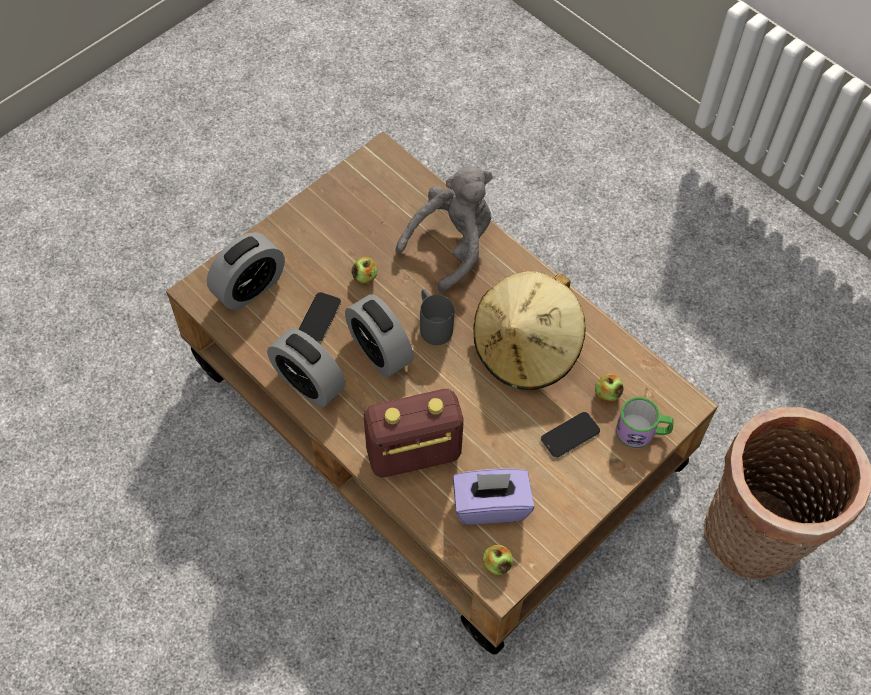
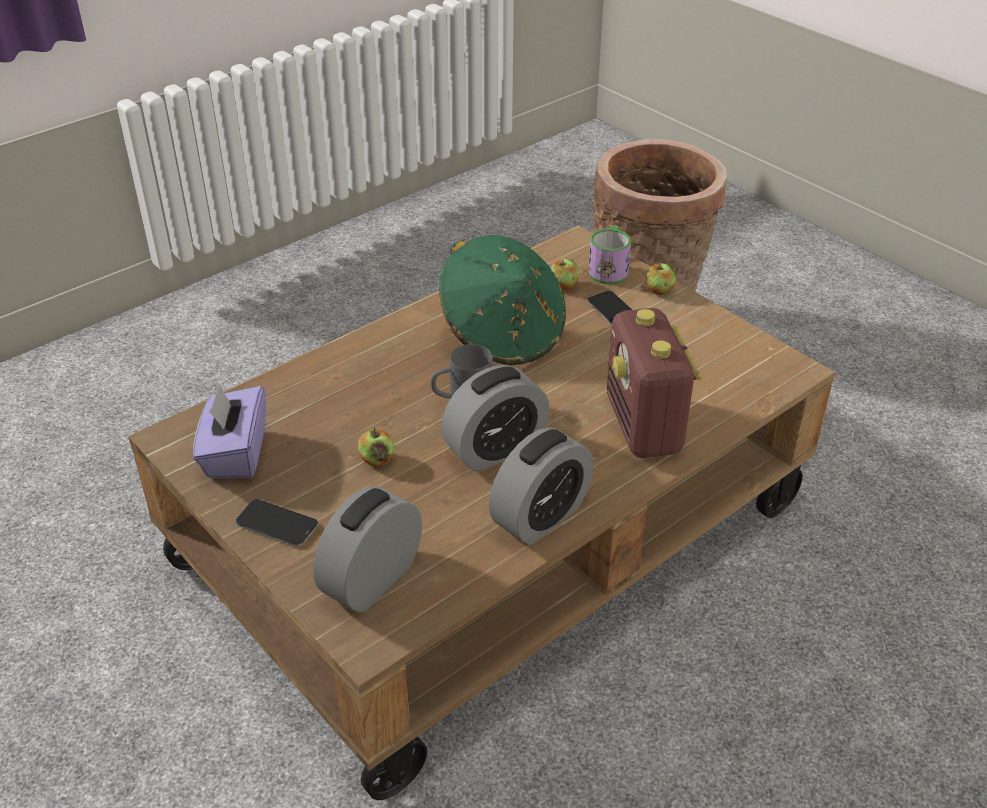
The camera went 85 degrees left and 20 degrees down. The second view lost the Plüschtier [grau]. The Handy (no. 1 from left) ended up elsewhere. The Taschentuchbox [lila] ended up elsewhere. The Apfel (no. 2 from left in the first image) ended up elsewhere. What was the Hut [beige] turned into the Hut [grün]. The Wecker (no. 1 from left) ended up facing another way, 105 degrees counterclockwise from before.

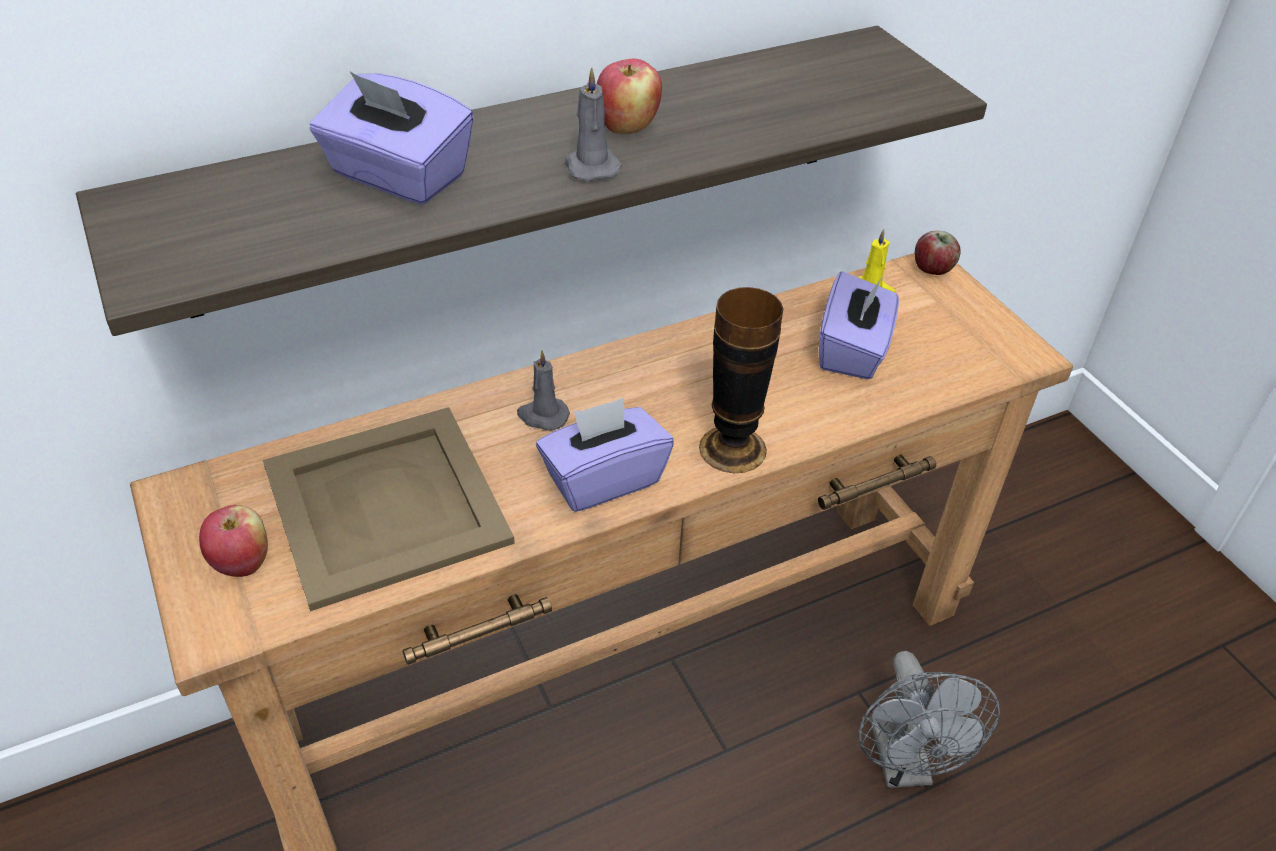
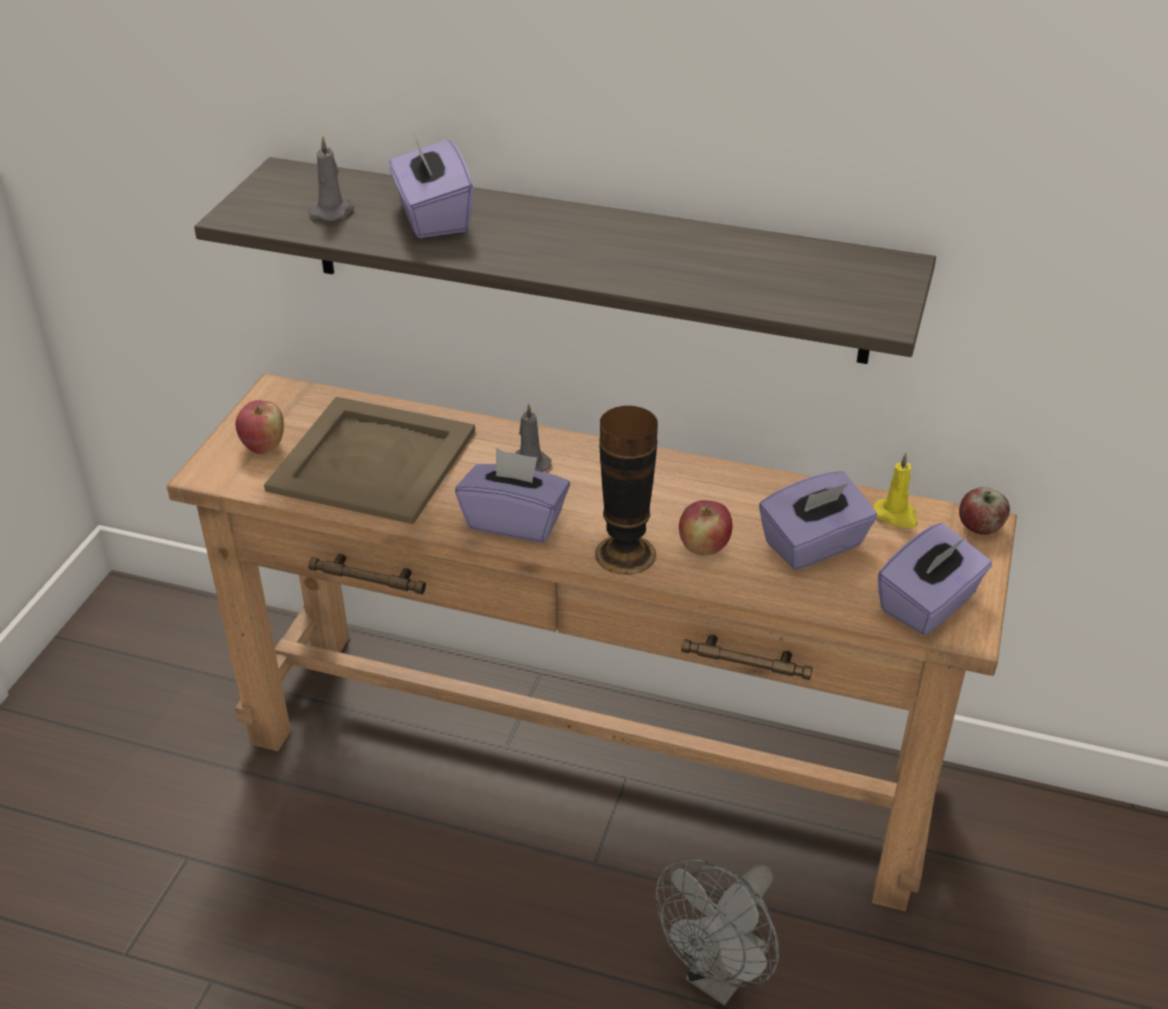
The camera went 45 degrees right and 5 degrees down. The second view gained the Taschentuchbox [lila] (no. 4 from left). The Kerze [grau] (no. 2 from left in the first image) ended up elsewhere. The Apfel (no. 2 from left) ended up elsewhere.

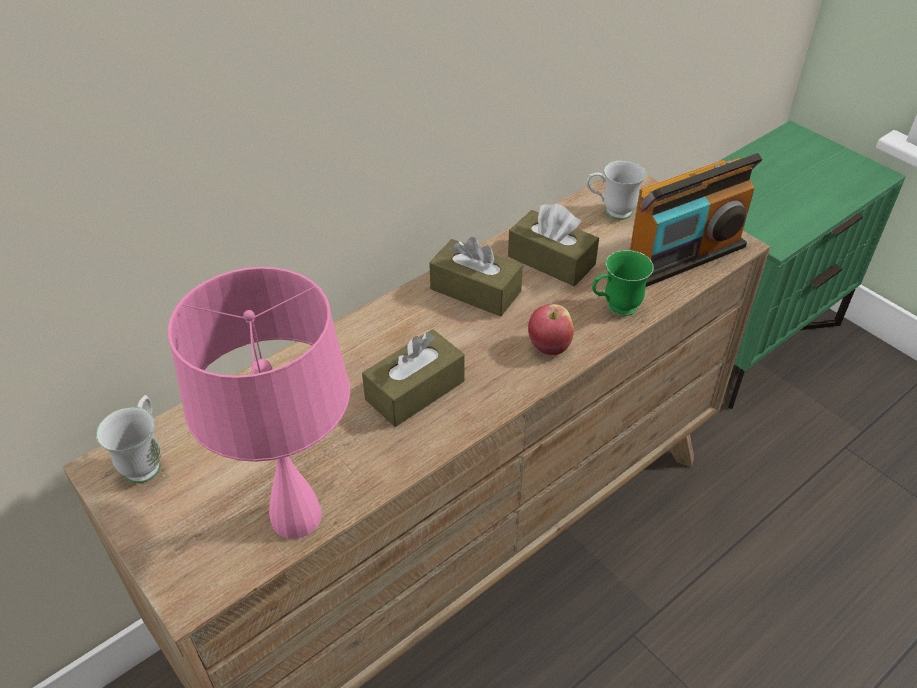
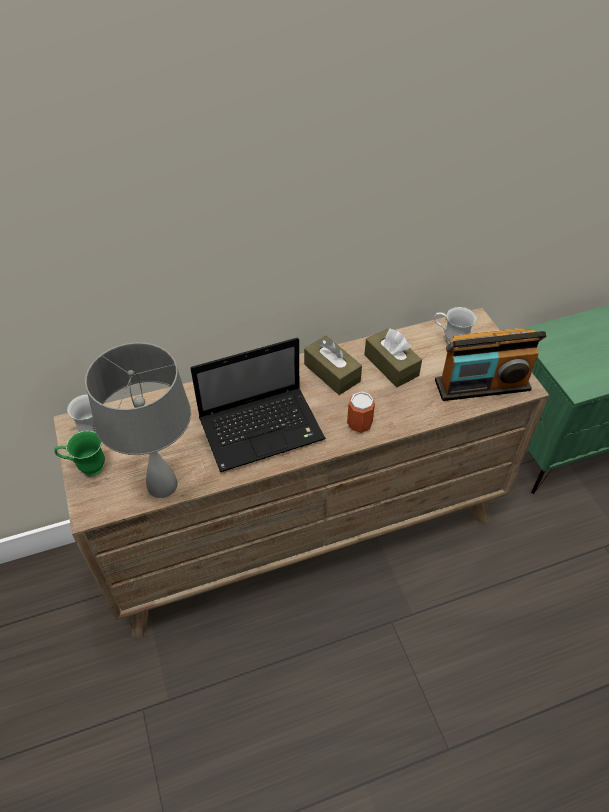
The camera went 20 degrees right and 5 degrees up. The Henkelbecher [grün] ended up elsewhere. Where the Taschentuchbox [braun] (no. 1 from left) stood, the Laptop came to stand. Where the Apfel stood, the Dose came to stand. What was the Tischlampe [rosa] turned into the Tischlampe [grau].

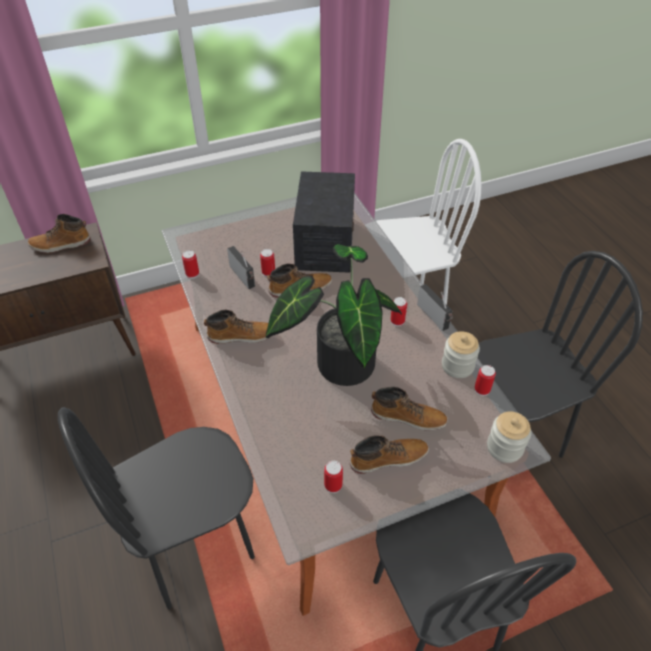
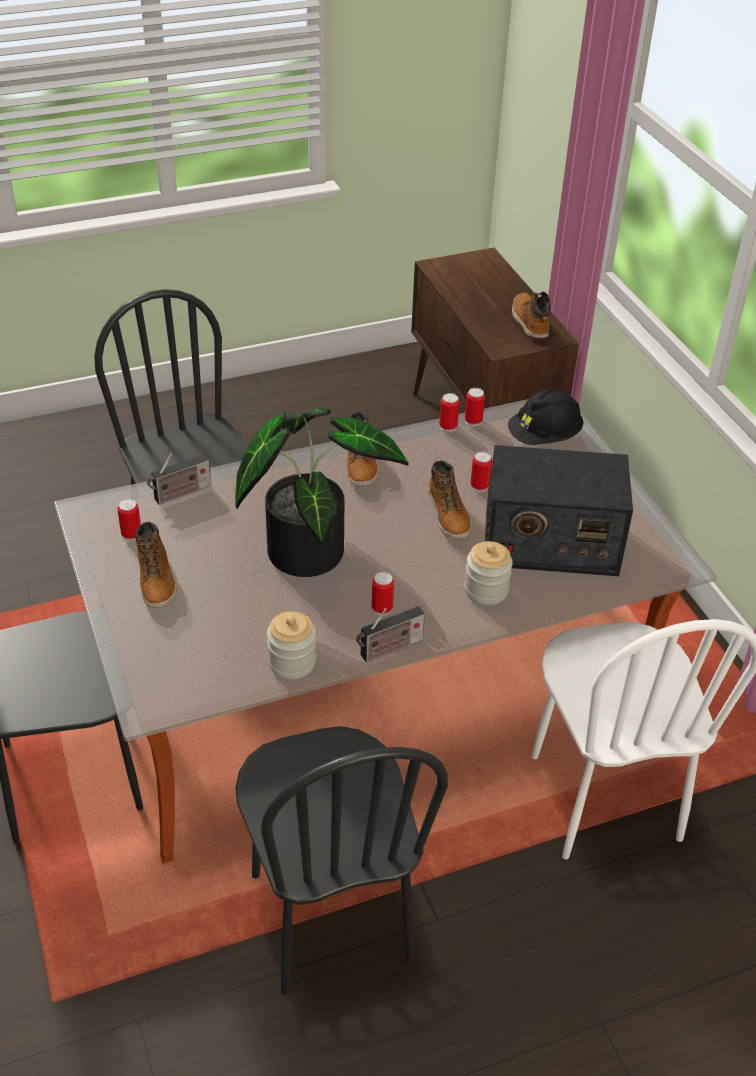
The camera went 90 degrees right and 5 degrees down. The second view lost the Stiefel (no. 5 from left). The second view gained the Schutzhelm [schwarz]. The Radio (no. 1 from left) ended up elsewhere. The Dose (no. 5 from left in the first image) ended up elsewhere. The Vorratsglas (no. 2 from left) ended up elsewhere.

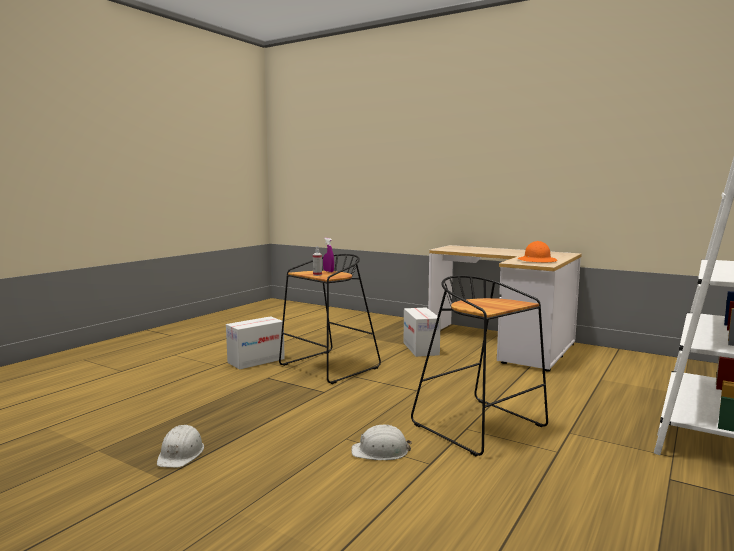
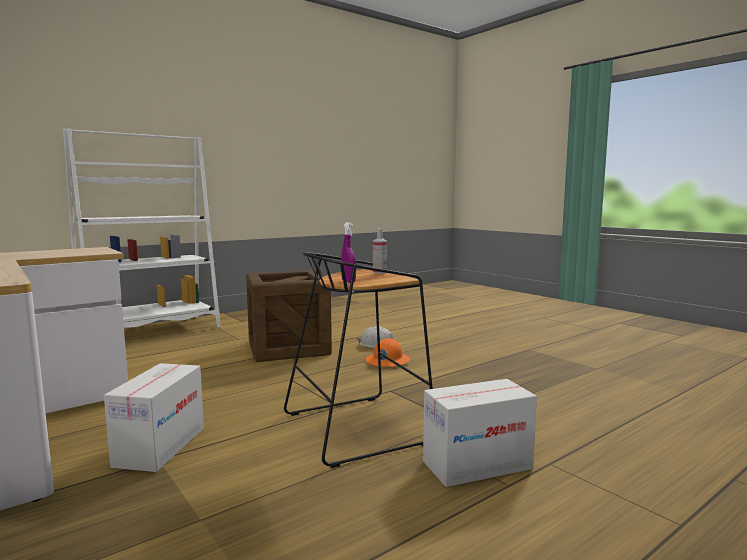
The camera went 160 degrees left and 0 degrees up. The second view lost the Schutzhelm [weiß] (no. 1 from left). The Schutzhelm [orange] ended up elsewhere. Where the Hocker [schwarz] (no. 2 from left) stood, the Kiste came to stand.

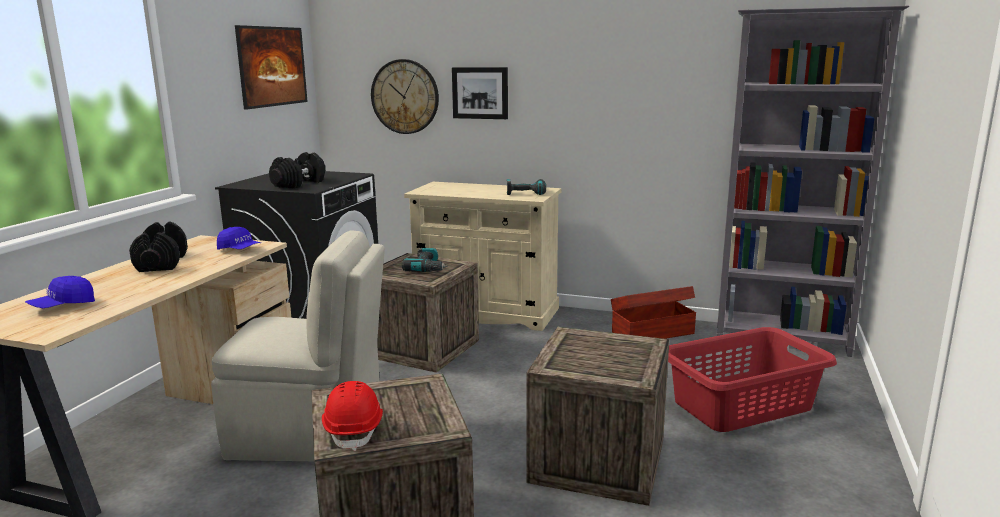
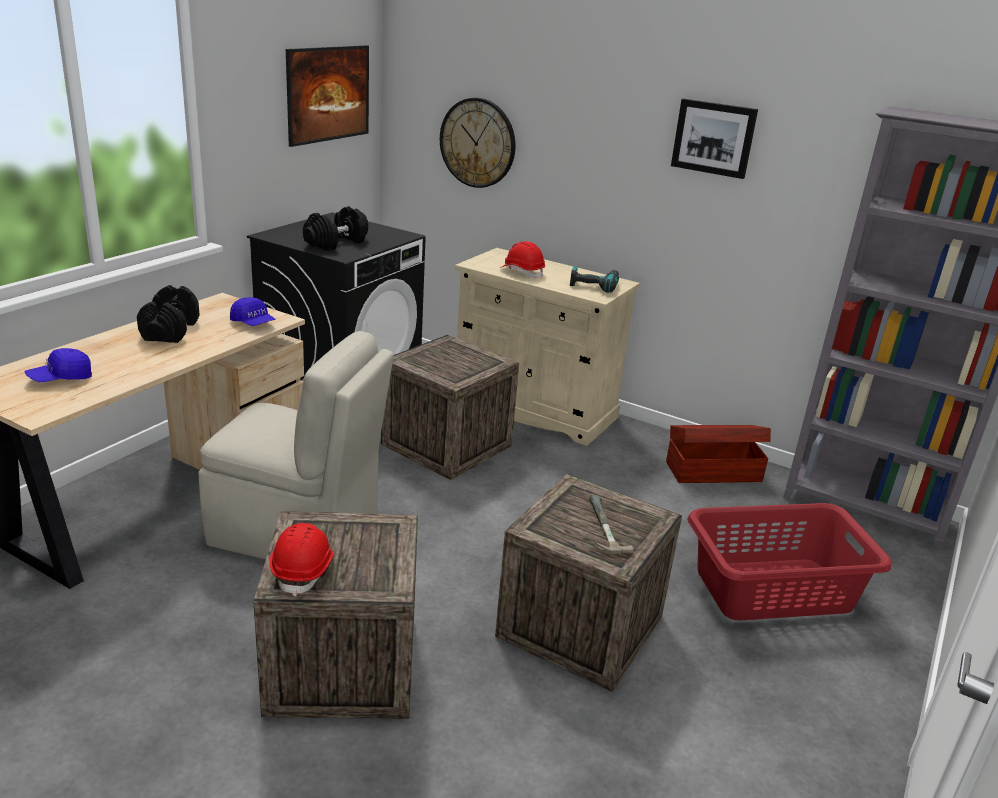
The camera went 10 degrees right and 10 degrees up. The second view lost the Bohrmaschine (no. 1 from left). The second view gained the Schutzhelm [rot] (no. 2 from left). The second view gained the Hammer. The Bild (no. 2 from left) ended up elsewhere.

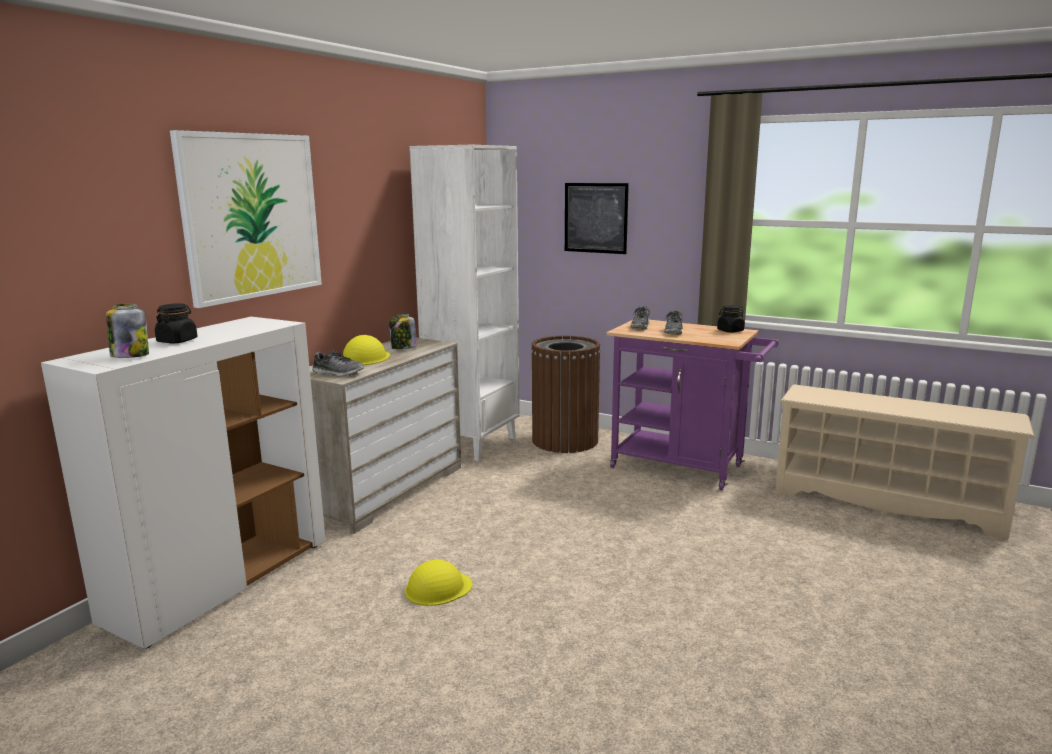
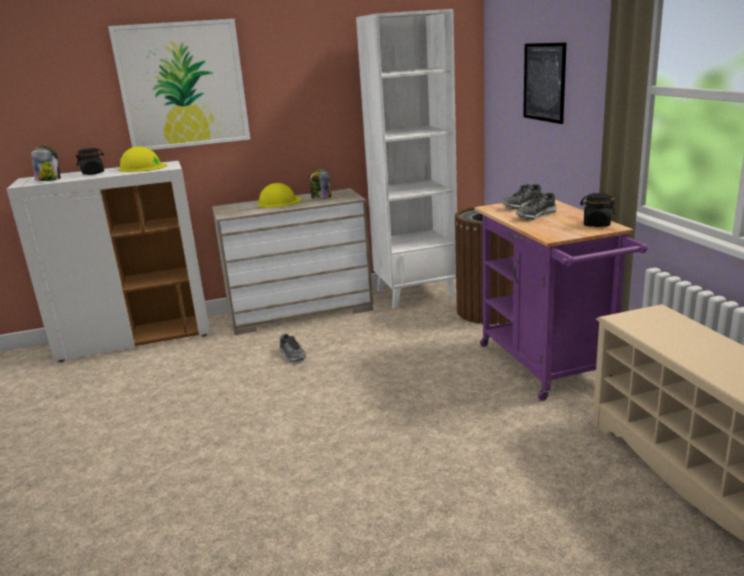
The camera went 45 degrees right and 5 degrees up. The Schuh (no. 1 from left) ended up elsewhere. The Schutzhelm [gelb] (no. 2 from left in the first image) ended up elsewhere.

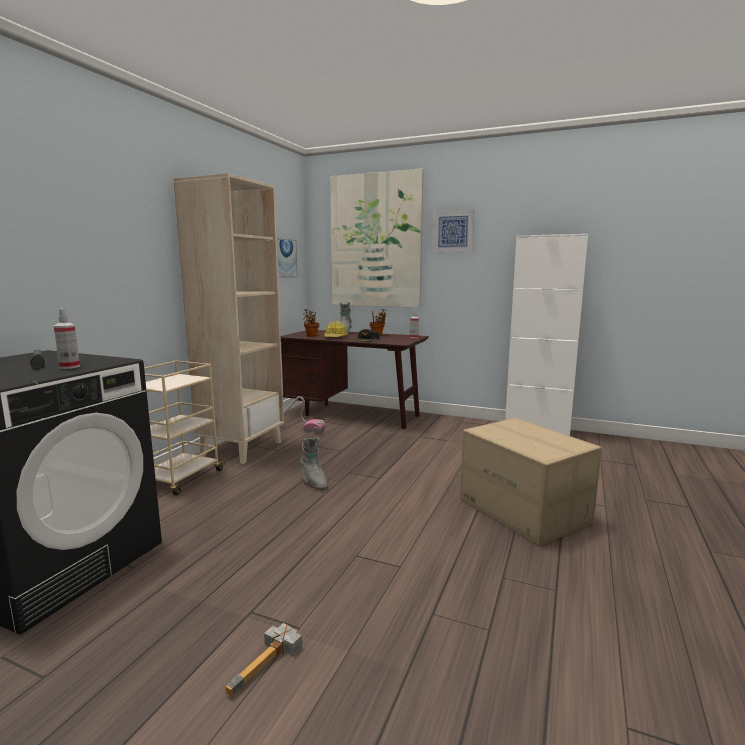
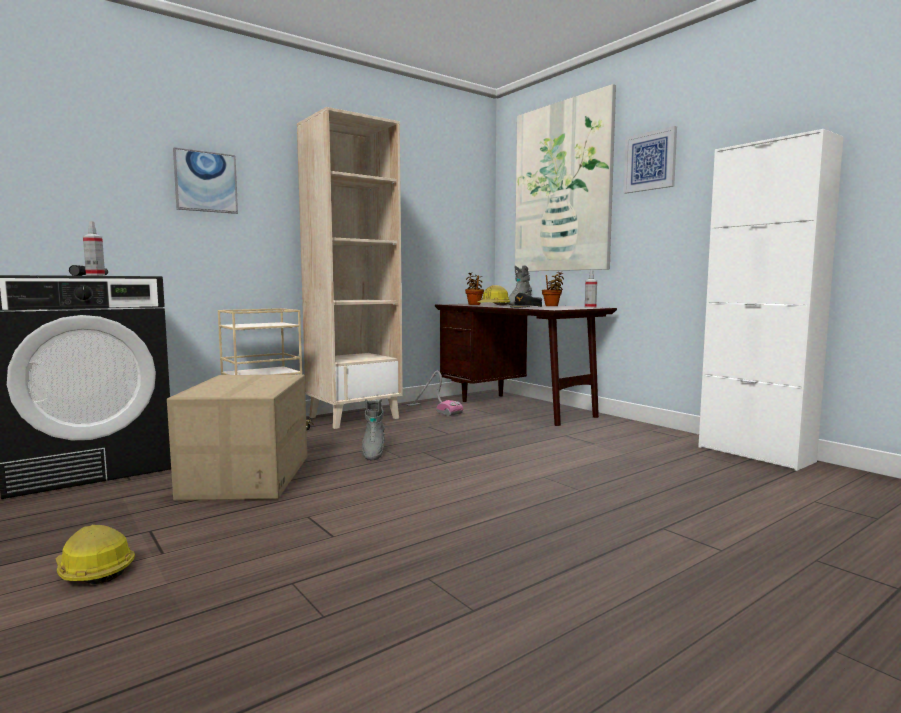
The camera went 30 degrees right and 5 degrees down. The Bild (no. 1 from left) ended up elsewhere. The Karton ended up elsewhere. Where the Hammer stood, the Schutzhelm (no. 1 from left) came to stand.

